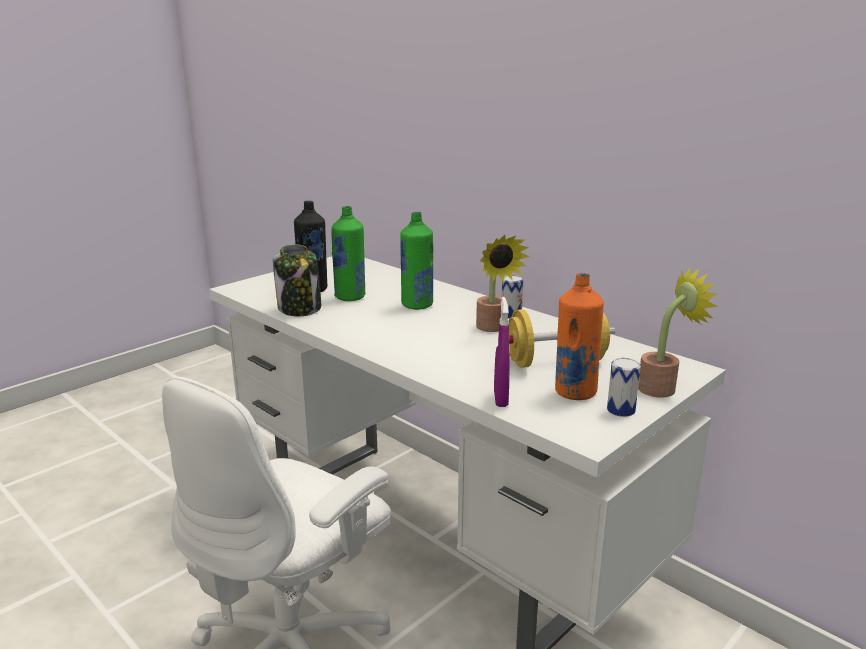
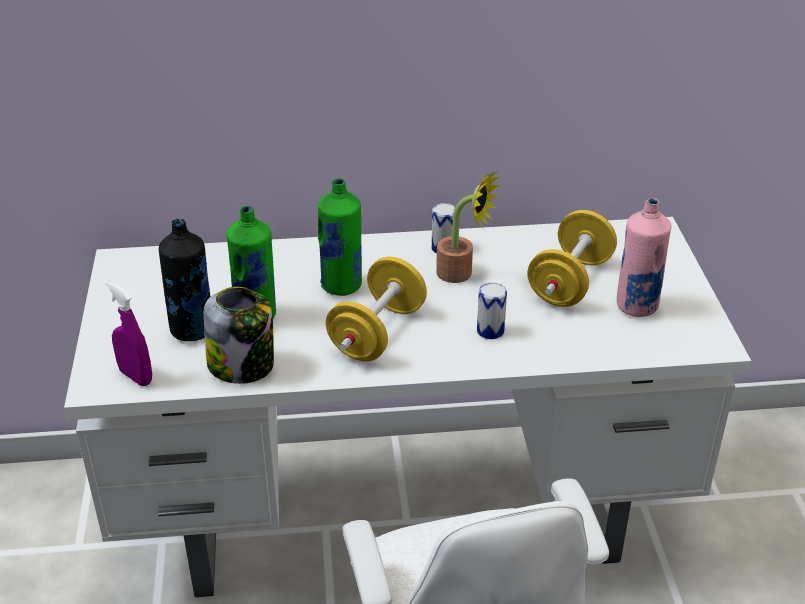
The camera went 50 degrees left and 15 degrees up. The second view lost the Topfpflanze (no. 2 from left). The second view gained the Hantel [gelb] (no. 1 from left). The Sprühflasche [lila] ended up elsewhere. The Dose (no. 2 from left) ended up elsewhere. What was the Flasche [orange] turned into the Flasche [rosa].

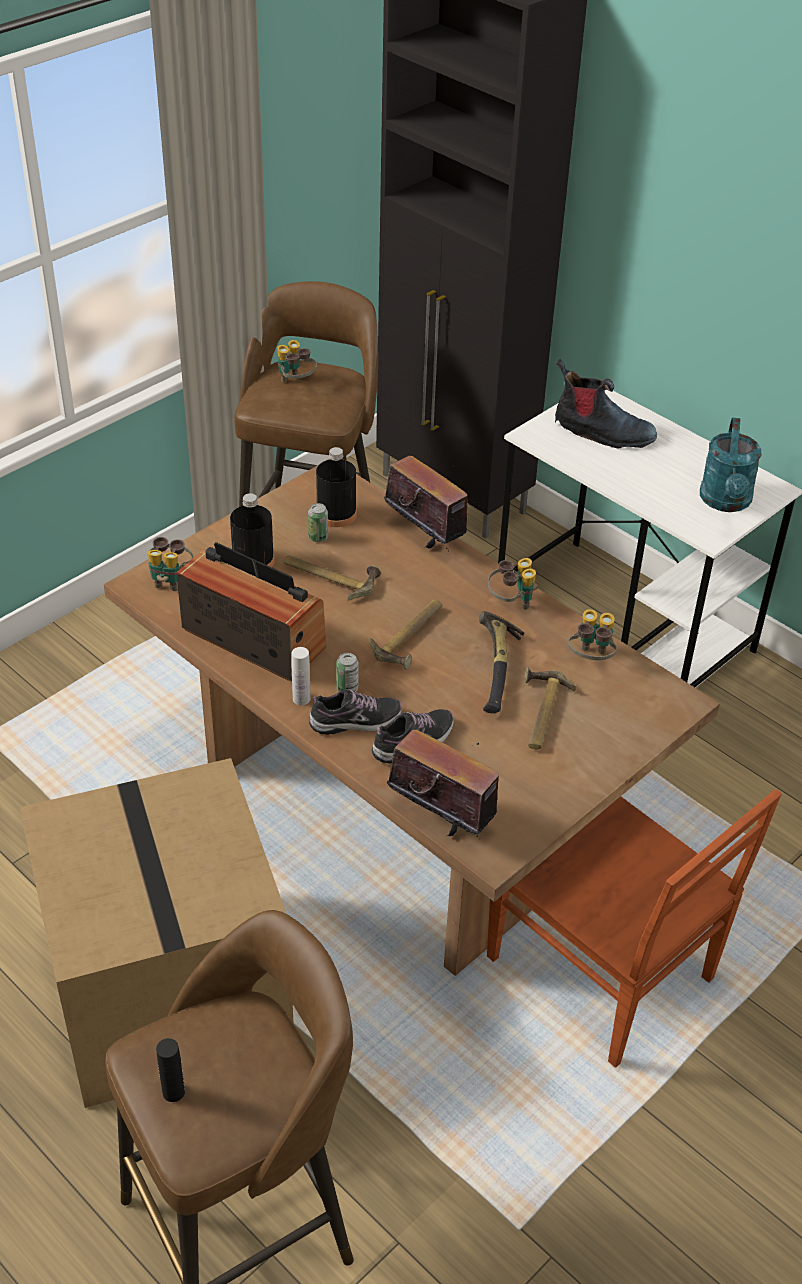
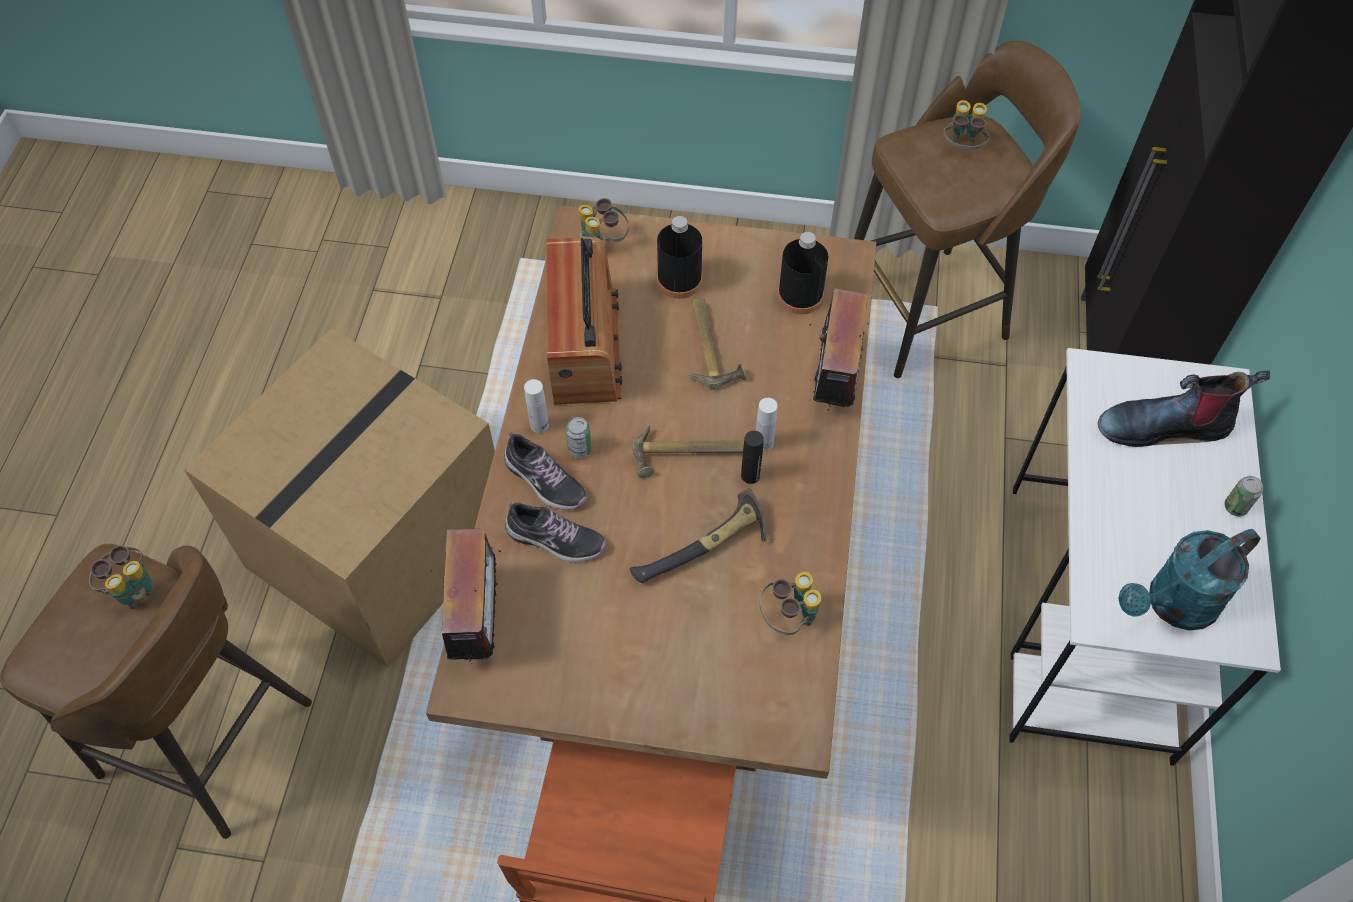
The camera went 55 degrees right and 15 degrees up. The second view lost the Hammer (no. 4 from left). The second view gained the Flasche [weiß] (no. 2 from left). The Flasche [schwarz] (no. 1 from left in the first image) ended up elsewhere. The Dose (no. 1 from left in the first image) ended up elsewhere. The Fernglas (no. 3 from left in the first image) ended up elsewhere. The Stiefel ended up facing another way, 105 degrees clockwise from before.

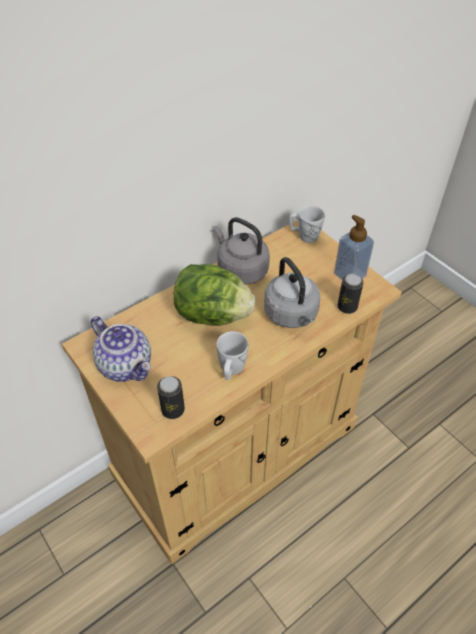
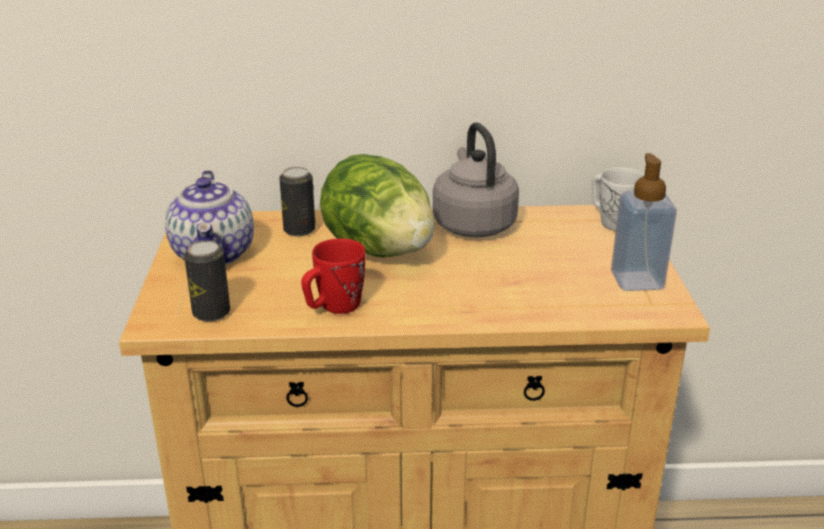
The camera went 35 degrees right and 20 degrees down. The second view lost the Wasserkessel [grau] (no. 2 from left). The Dose (no. 2 from left) ended up elsewhere. What was the Henkelbecher [weiß] (no. 1 from left) turned into the Henkelbecher [rot].

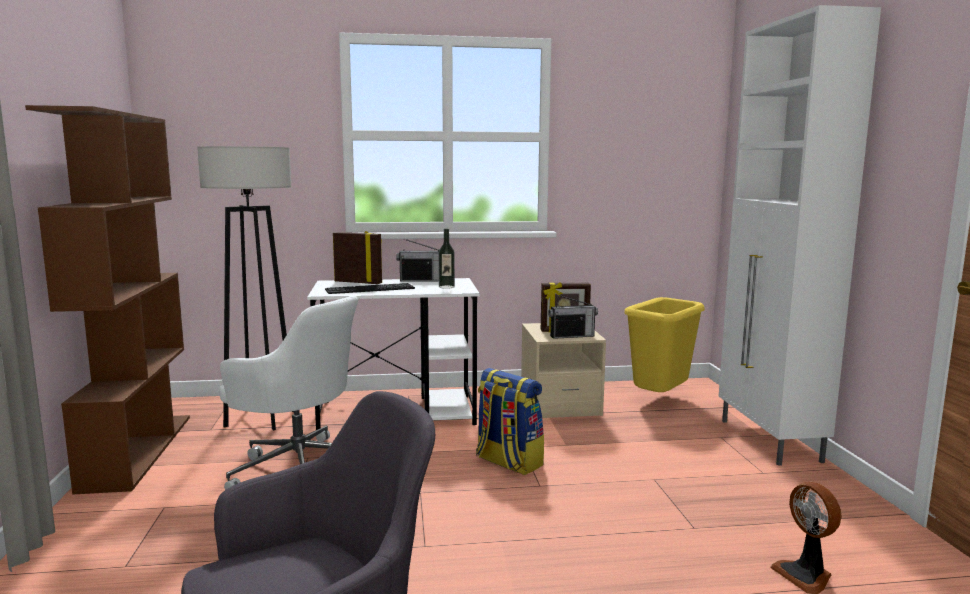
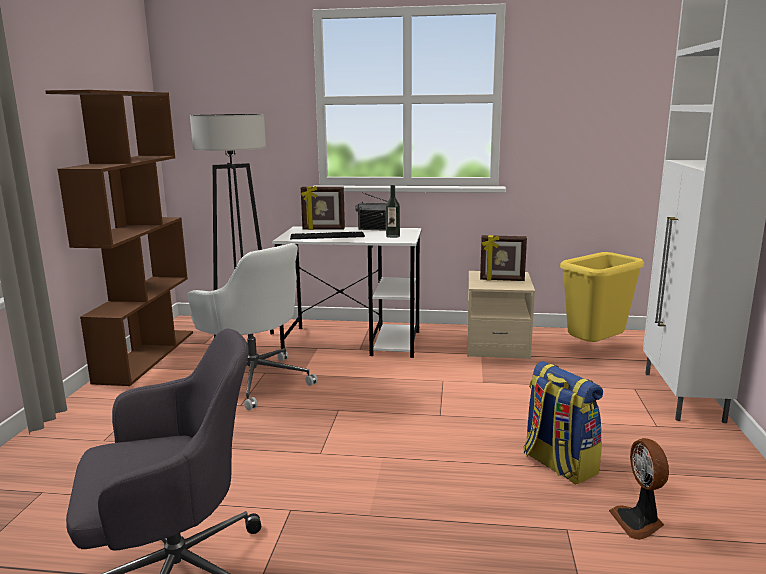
The camera went 15 degrees right and 5 degrees up. The second view lost the Radio (no. 2 from left). The Rucksack ended up elsewhere. The Bilderrahmen (no. 1 from left) ended up facing another way, 150 degrees clockwise from before.

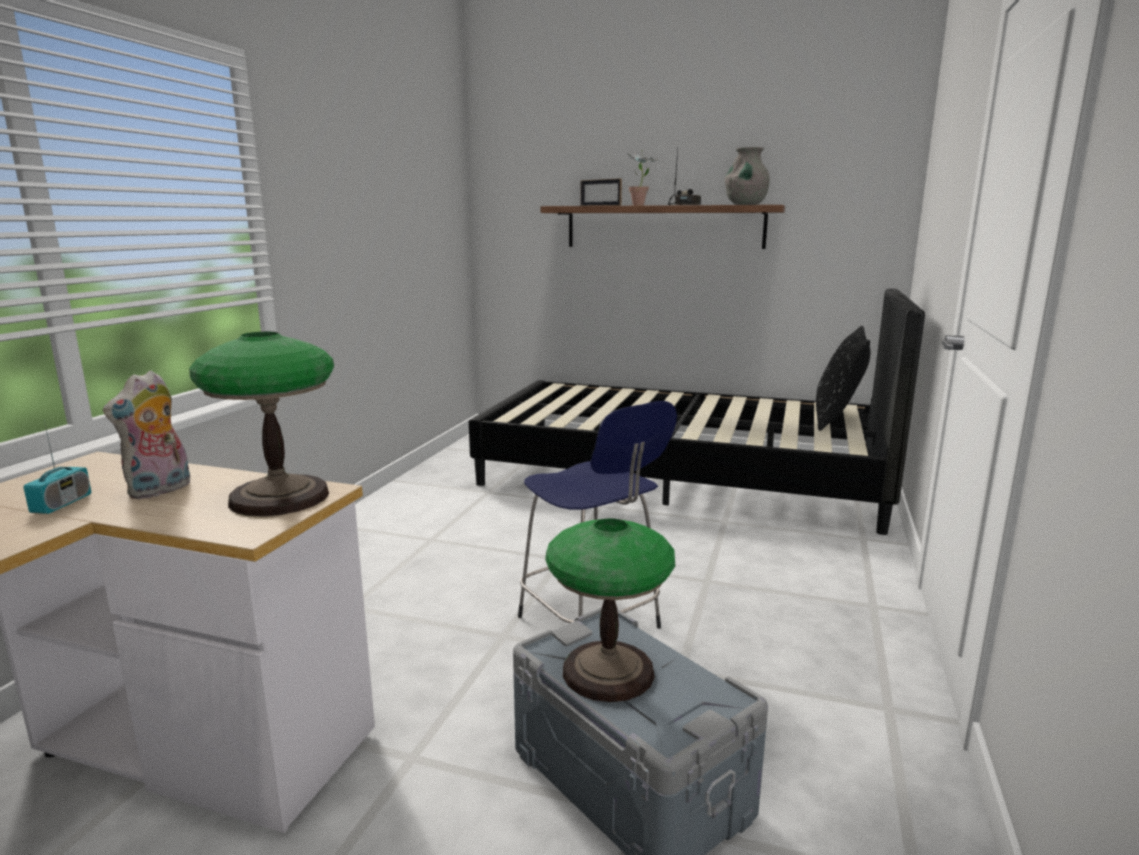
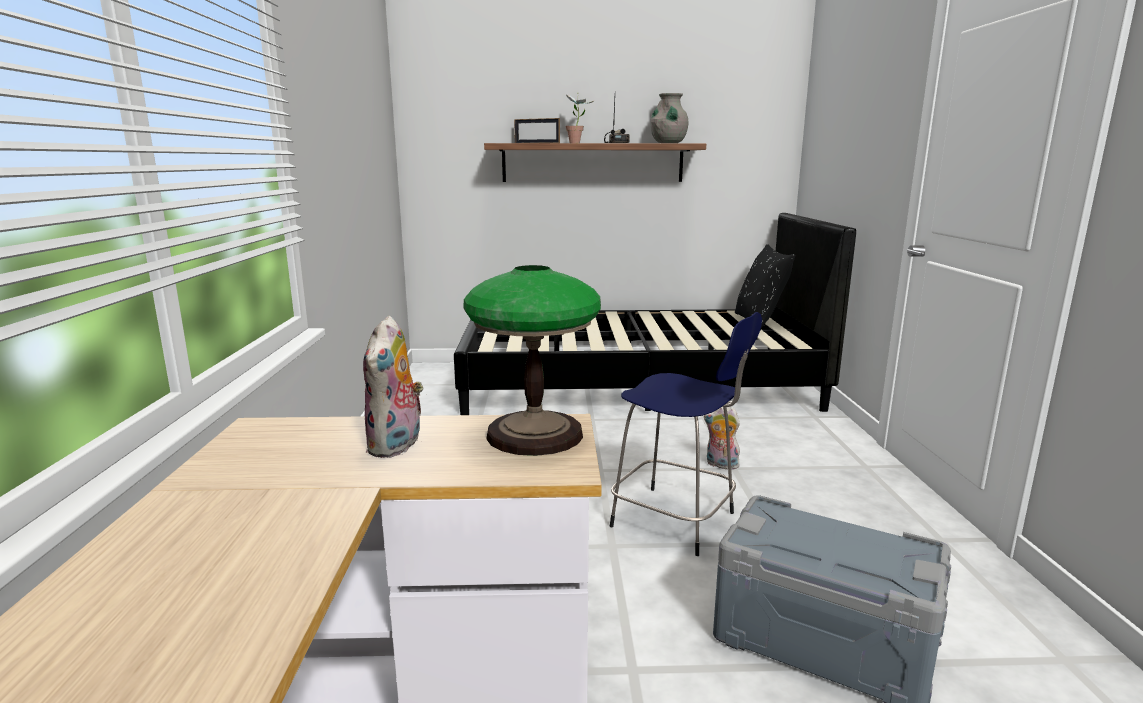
The camera went 20 degrees left and 0 degrees up. The second view lost the Radio (no. 1 from left). The second view lost the Tischlampe (no. 2 from left). The second view gained the Plüschtier (no. 2 from left).

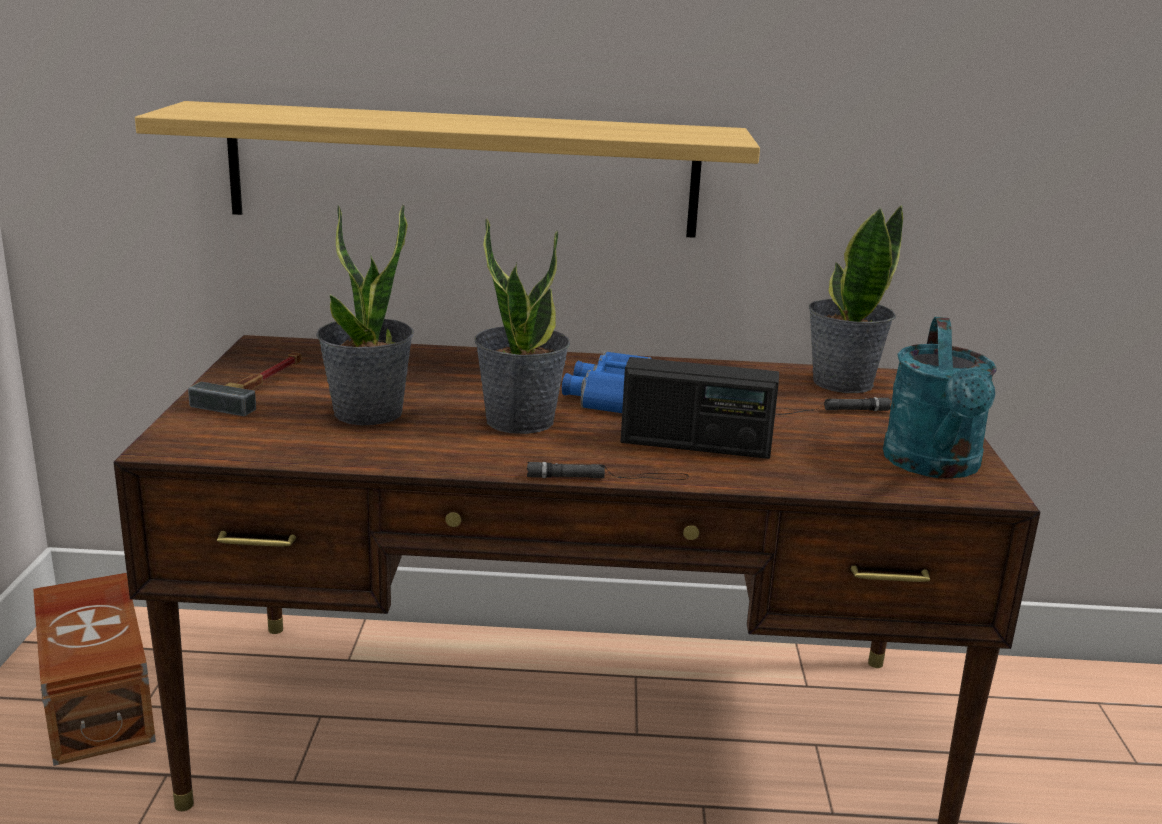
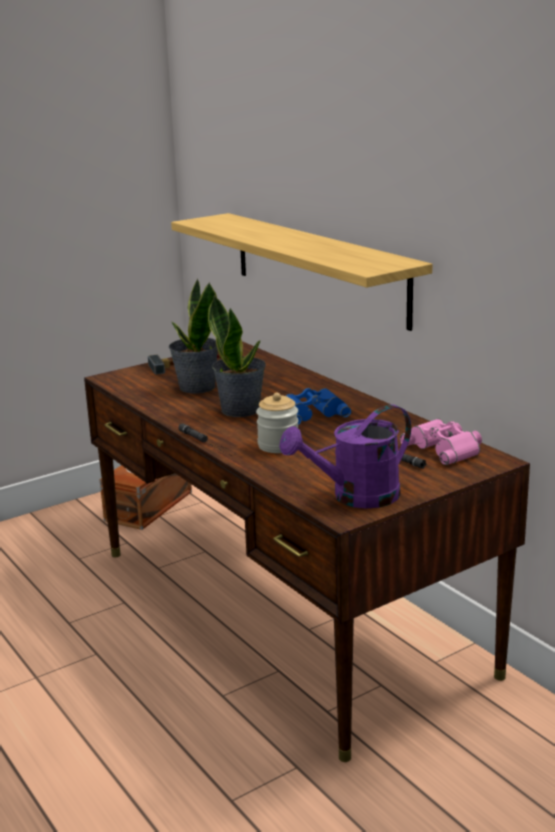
The camera went 55 degrees right and 0 degrees up. Where the Radio stood, the Vorratsglas came to stand. Where the Topfpflanze (no. 3 from left) stood, the Fernglas [rosa] came to stand. What was the Gießkanne [türkis] turned into the Gießkanne [lila].

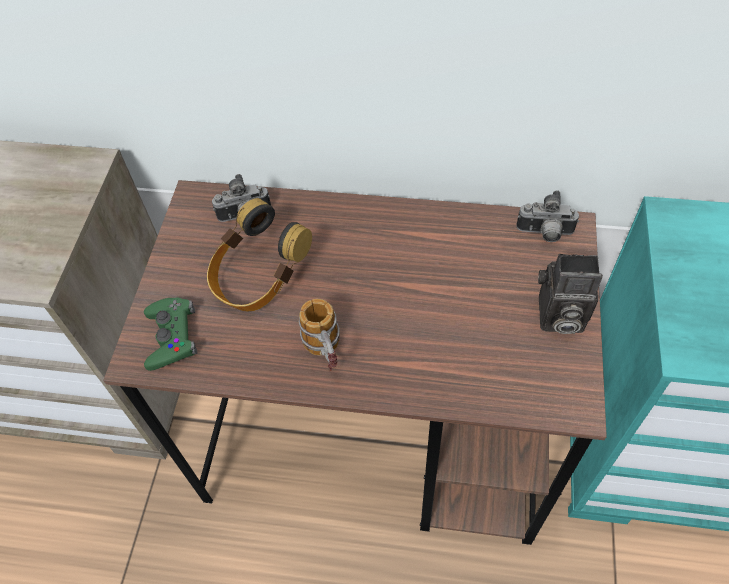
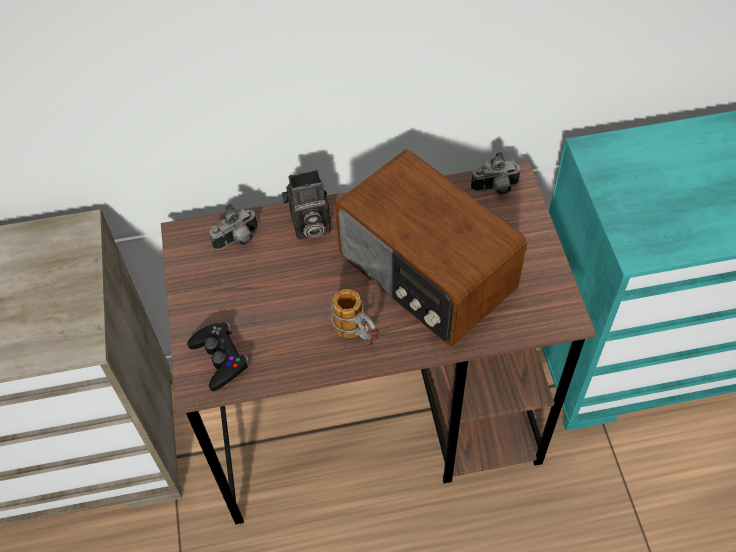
The camera went 20 degrees left and 0 degrees up. The second view lost the Kopfhörer. The second view gained the Radio. The Kamera (no. 3 from left in the first image) ended up elsewhere. What was the Gamepad [grün] turned into the Gamepad [schwarz].

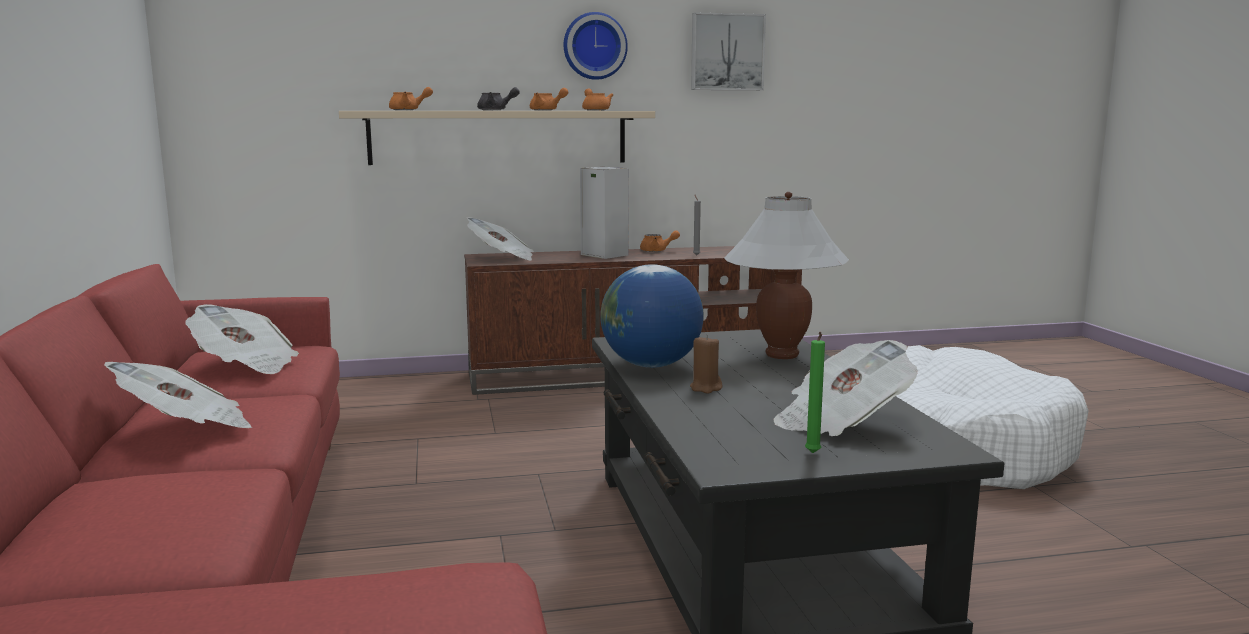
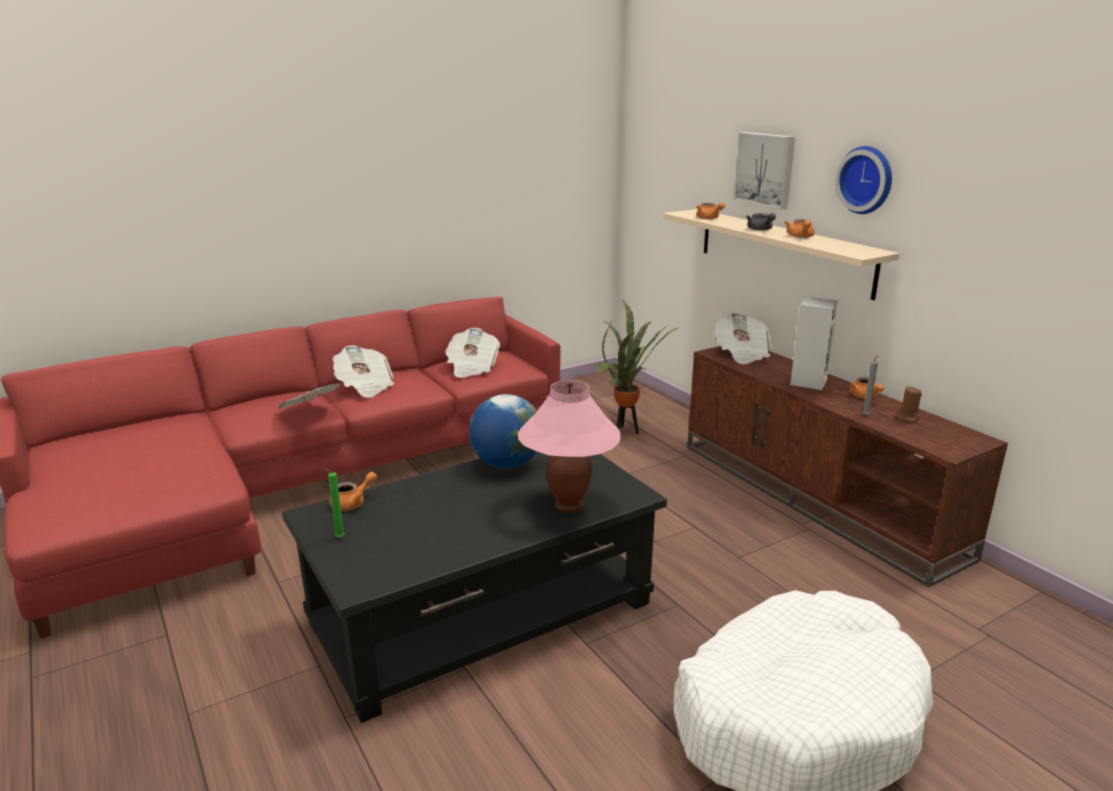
The camera went 70 degrees right and 10 degrees up. The second view gained the Topfpflanze. The Teekanne [orange] (no. 3 from left in the first image) ended up elsewhere. The Kerze [braun] ended up elsewhere. The Bild ended up elsewhere. The Zeitung (no. 4 from left in the first image) ended up elsewhere. What was the Tischlampe [weiß] turned into the Tischlampe [rosa].

